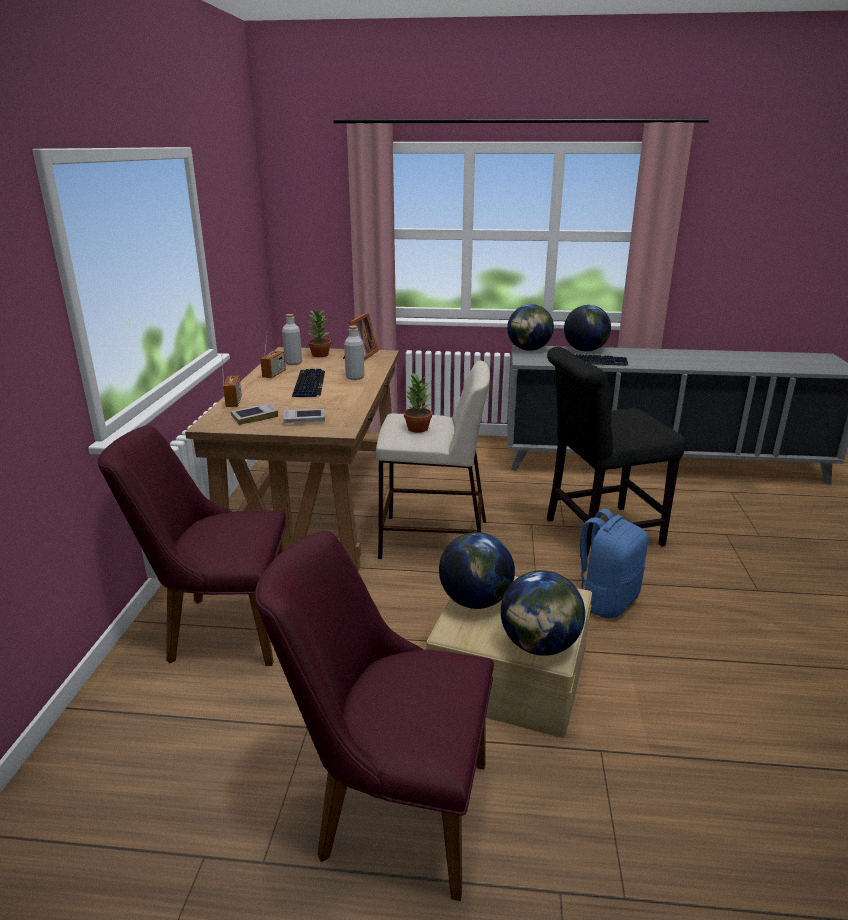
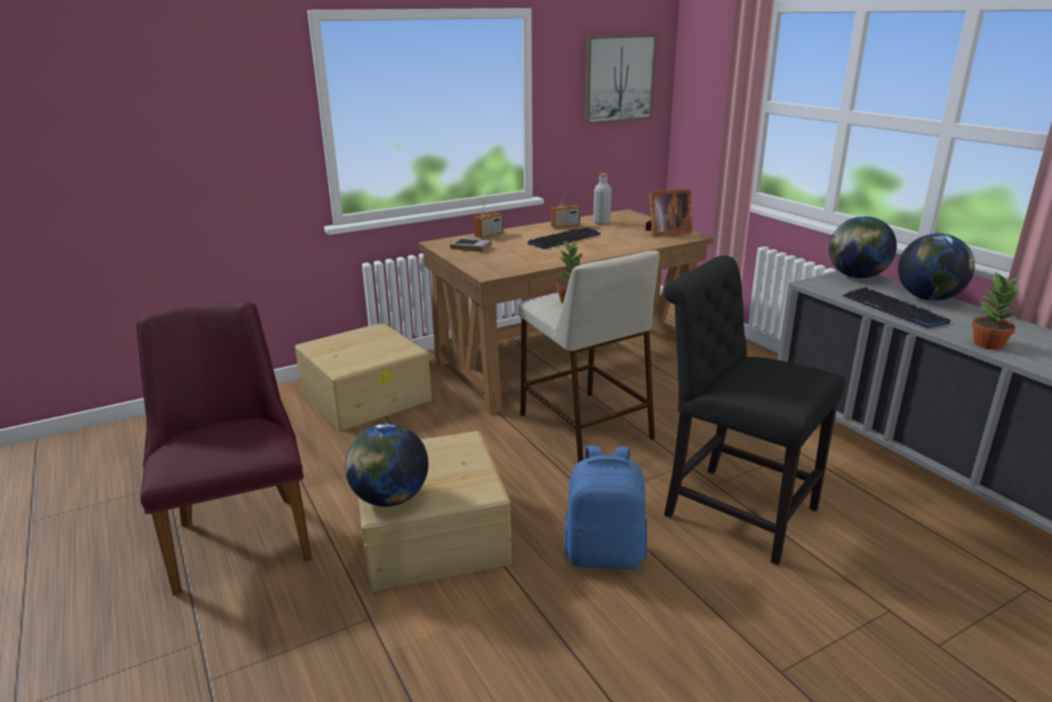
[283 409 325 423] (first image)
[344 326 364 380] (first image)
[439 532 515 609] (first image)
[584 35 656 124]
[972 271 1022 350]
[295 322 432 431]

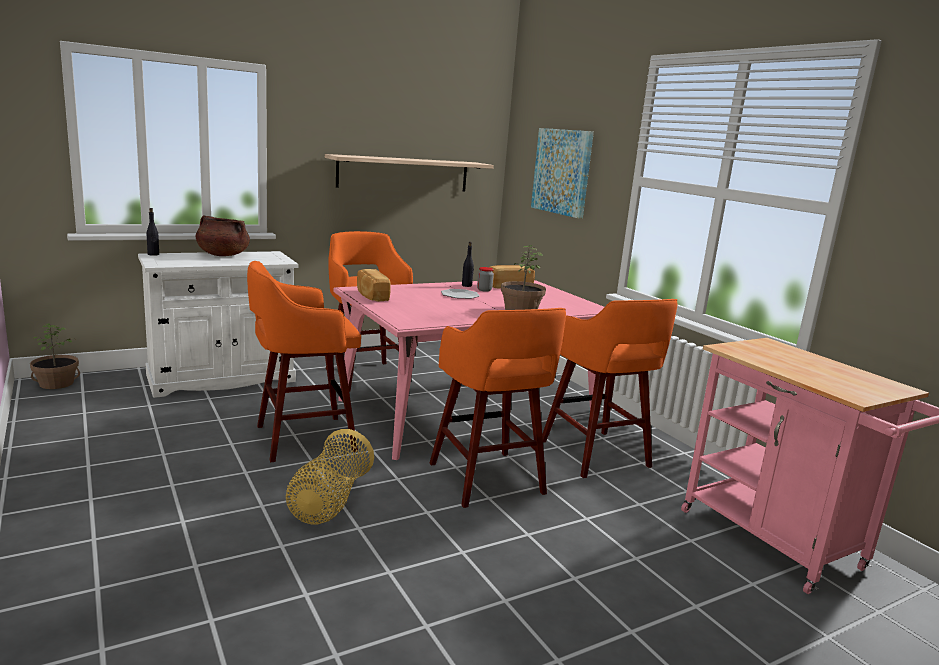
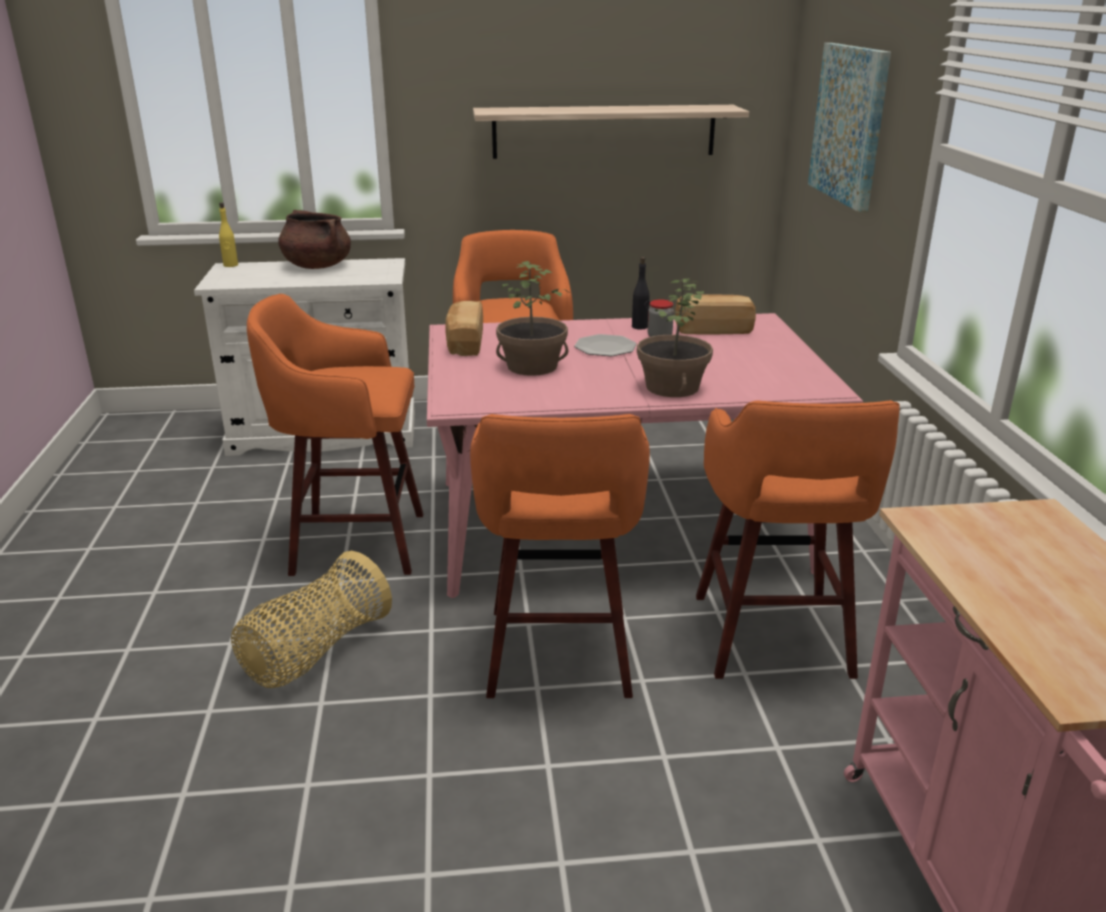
[496 261 568 376]
[219 202 238 267]

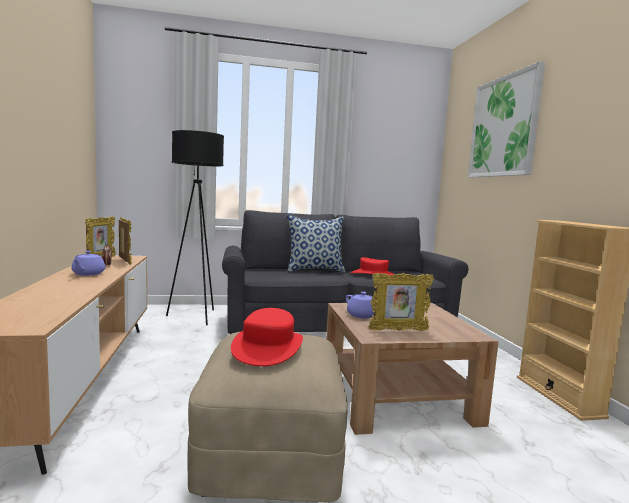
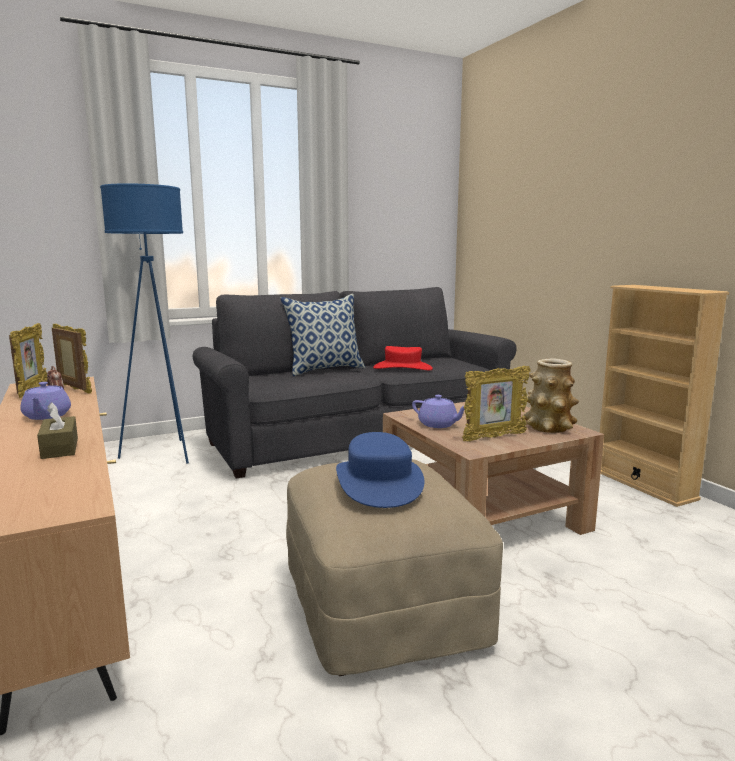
[468 61 545 177] (first image)
[37 402 78 459]
[523 359 579 433]
[100 183 189 464]
[336 432 424 508]

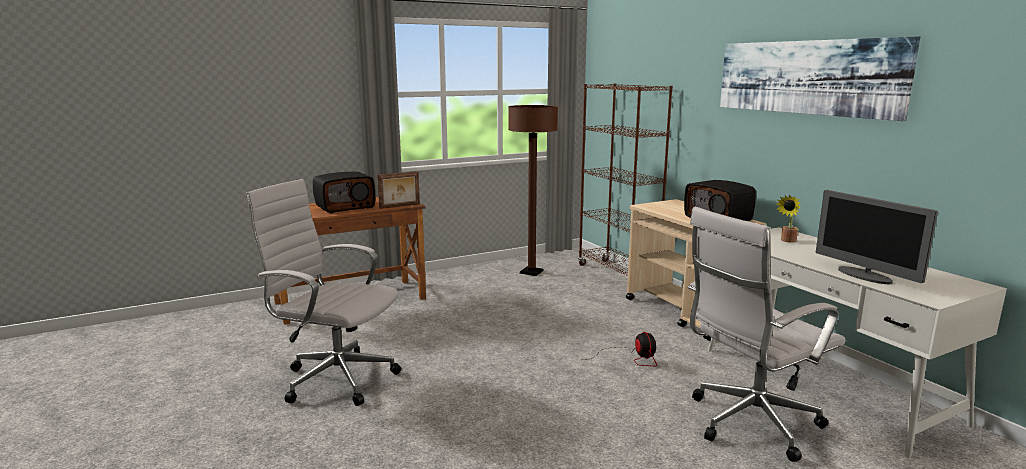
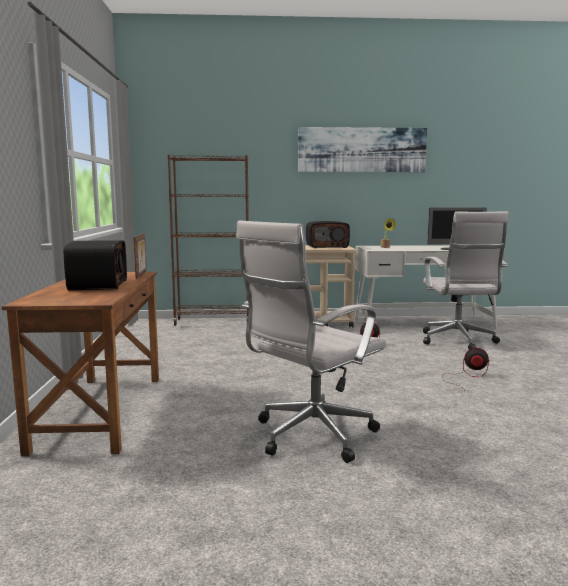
[508 105 558 276] (first image)
[442 348 489 391]

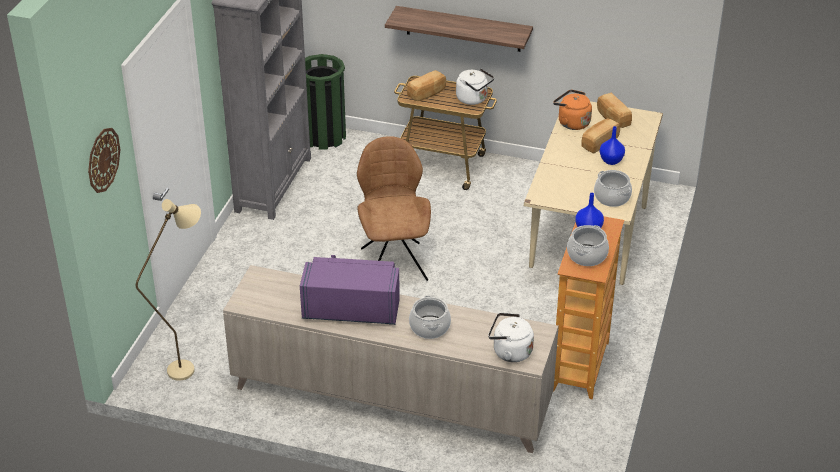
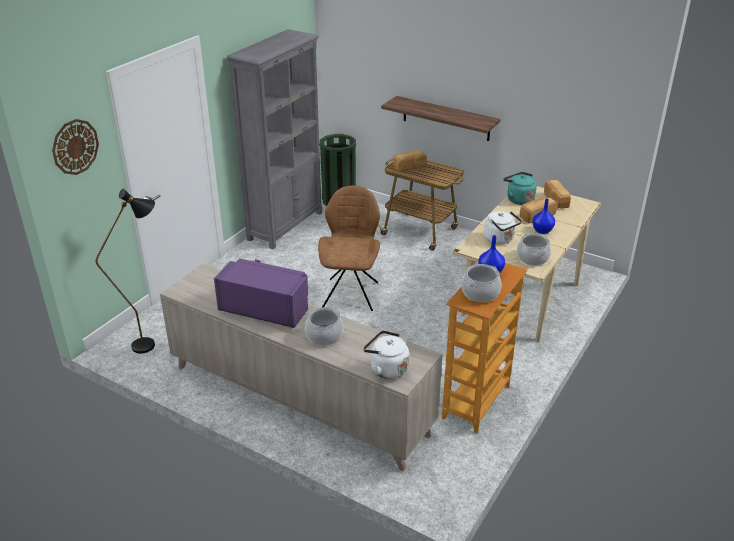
[484 211 522 244]
[96 189 155 353]
[503 172 537 205]

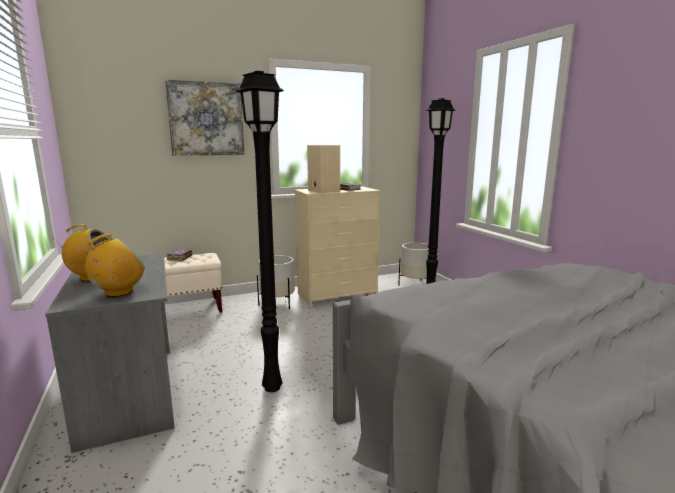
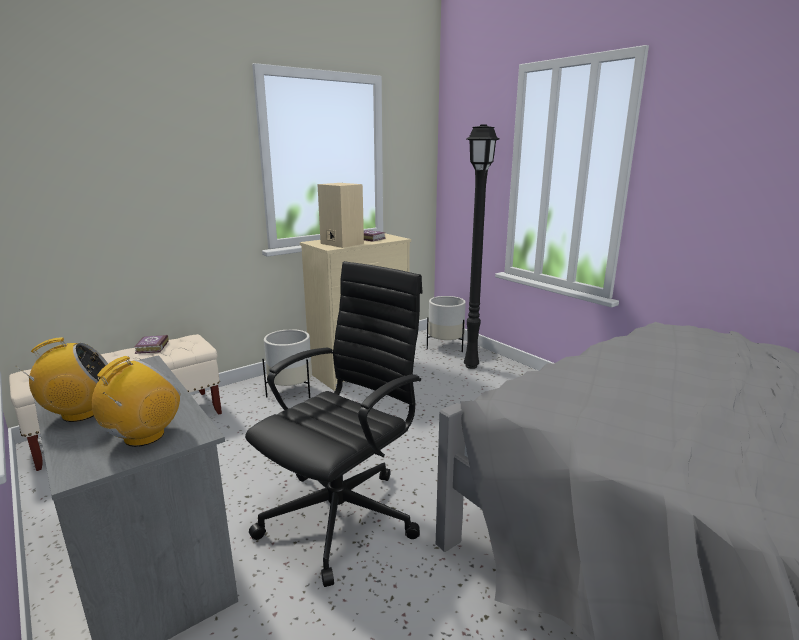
[165 79 244 156] (first image)
[245 261 423 587]

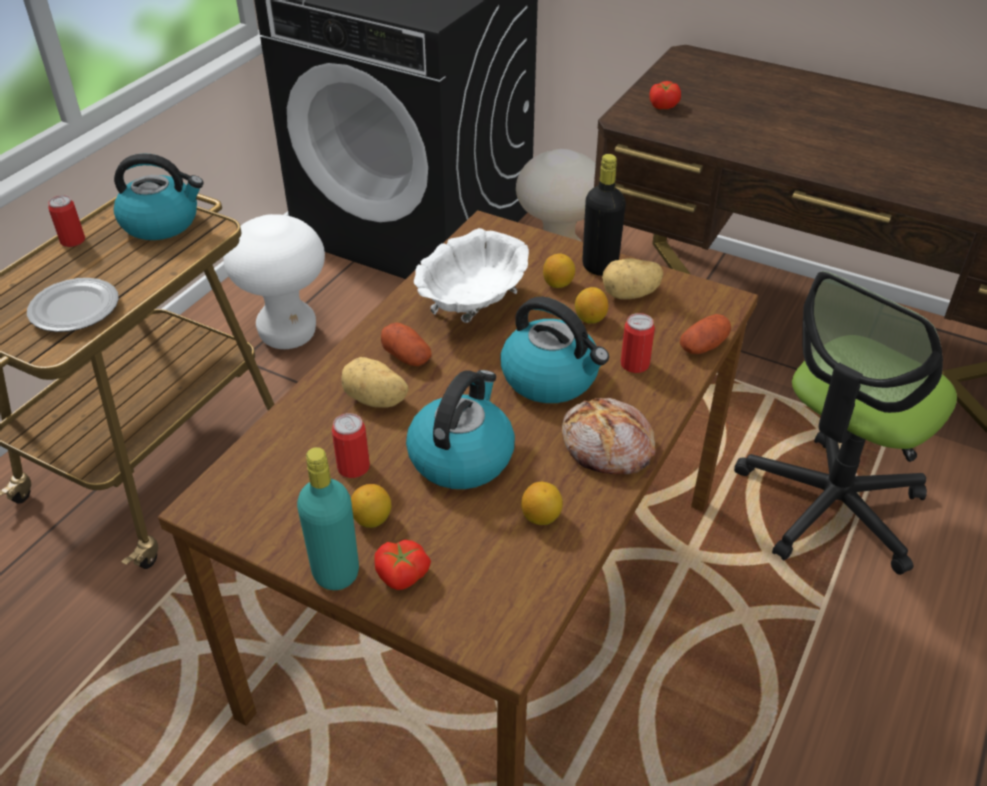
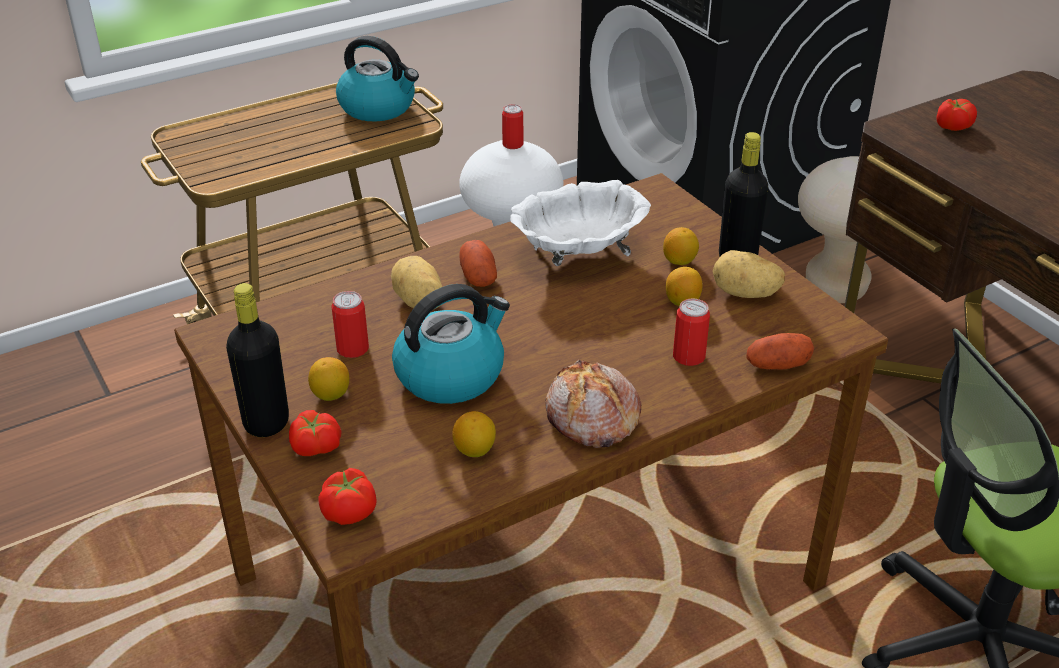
[27 278 119 332] (first image)
[500 297 609 403] (first image)
[318 468 377 525]
[502 104 523 149]
[226 283 289 437]

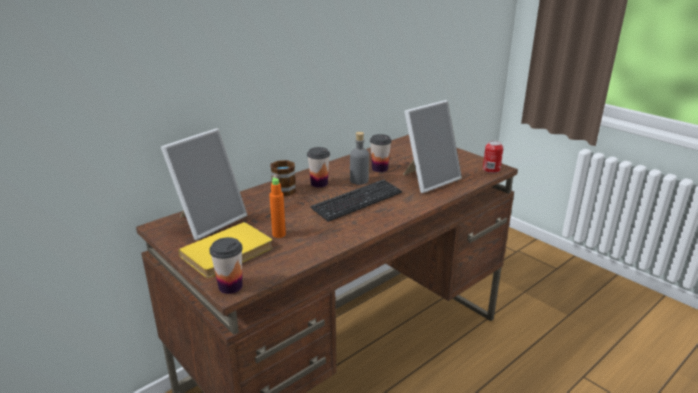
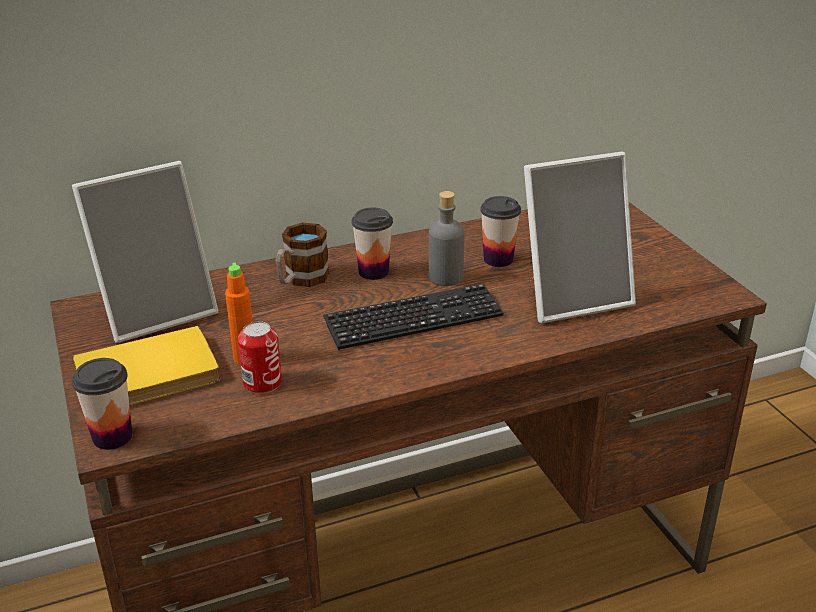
[238 321 282 394]

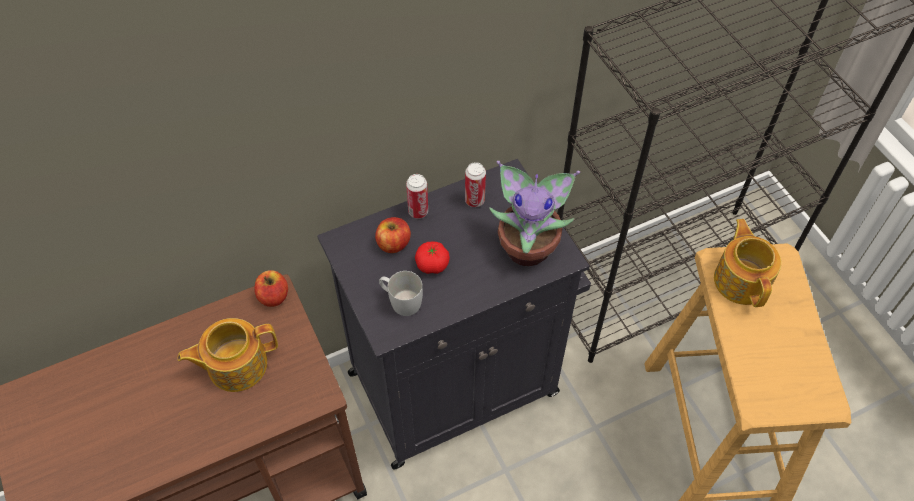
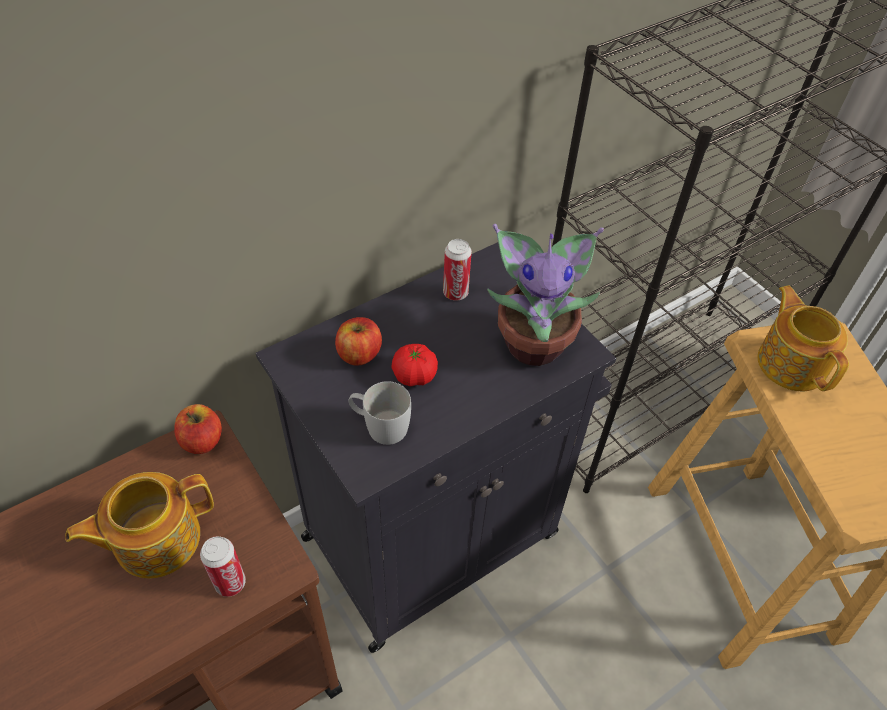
[200 536 246 597]

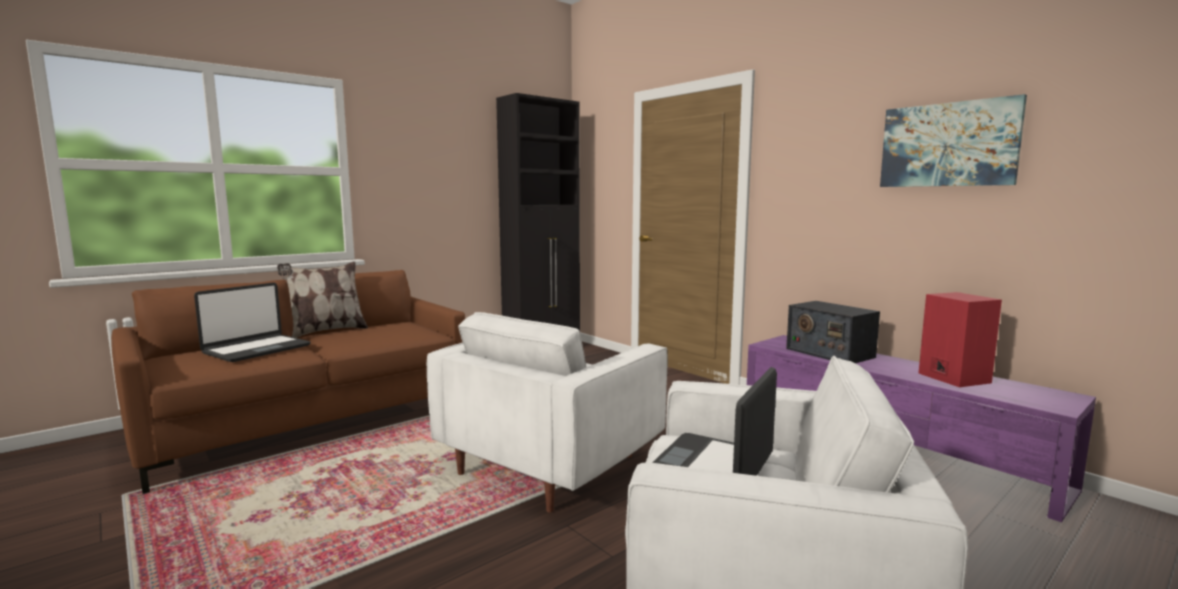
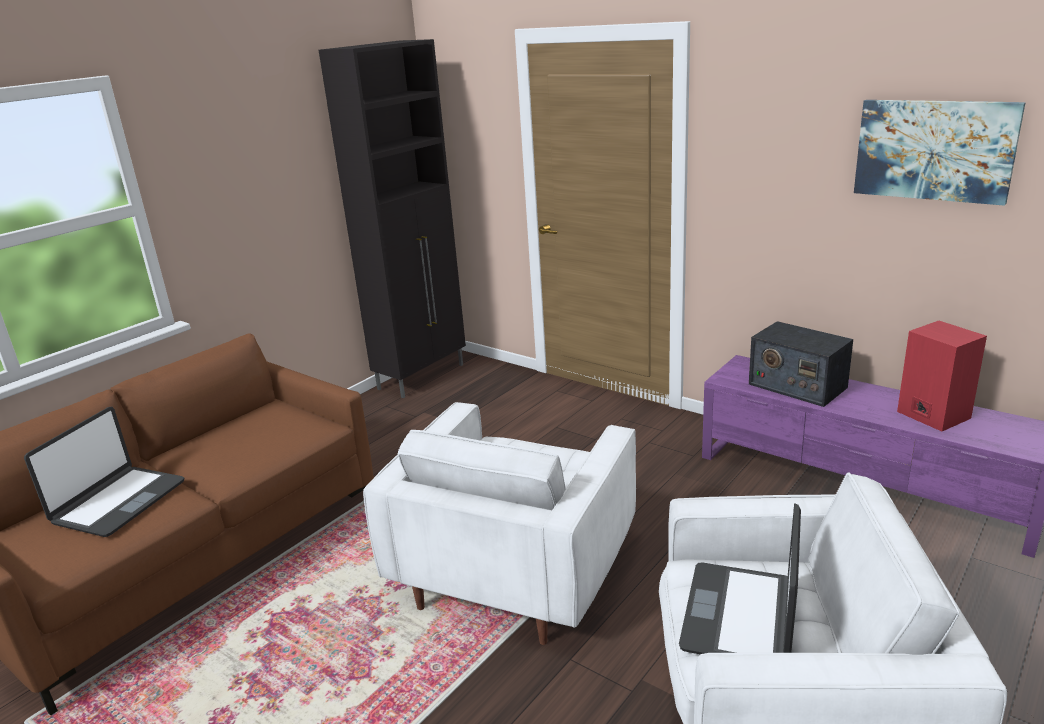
[277 261 368 338] (first image)

